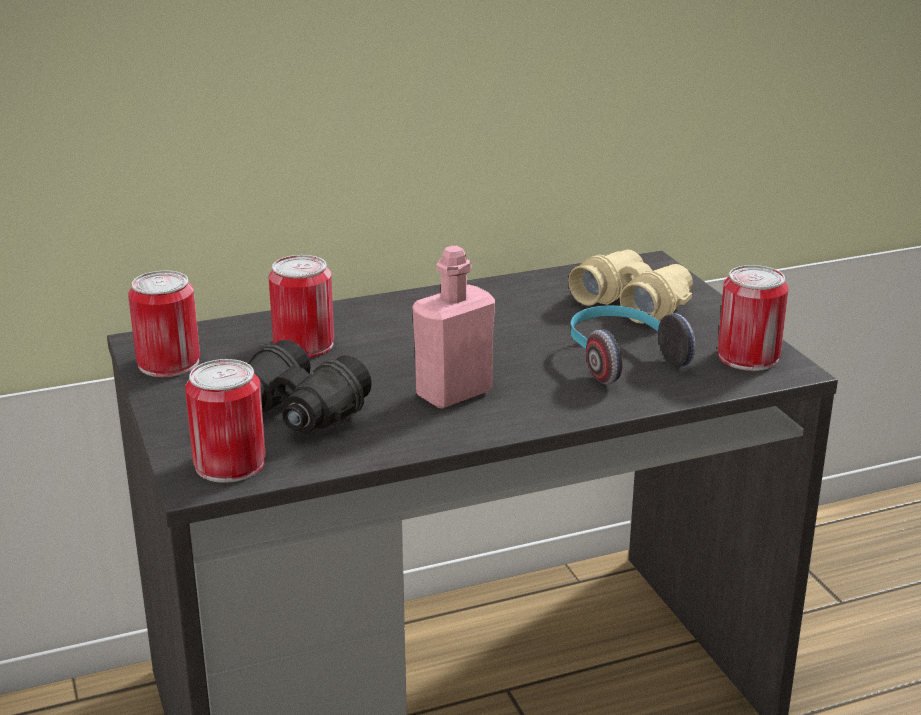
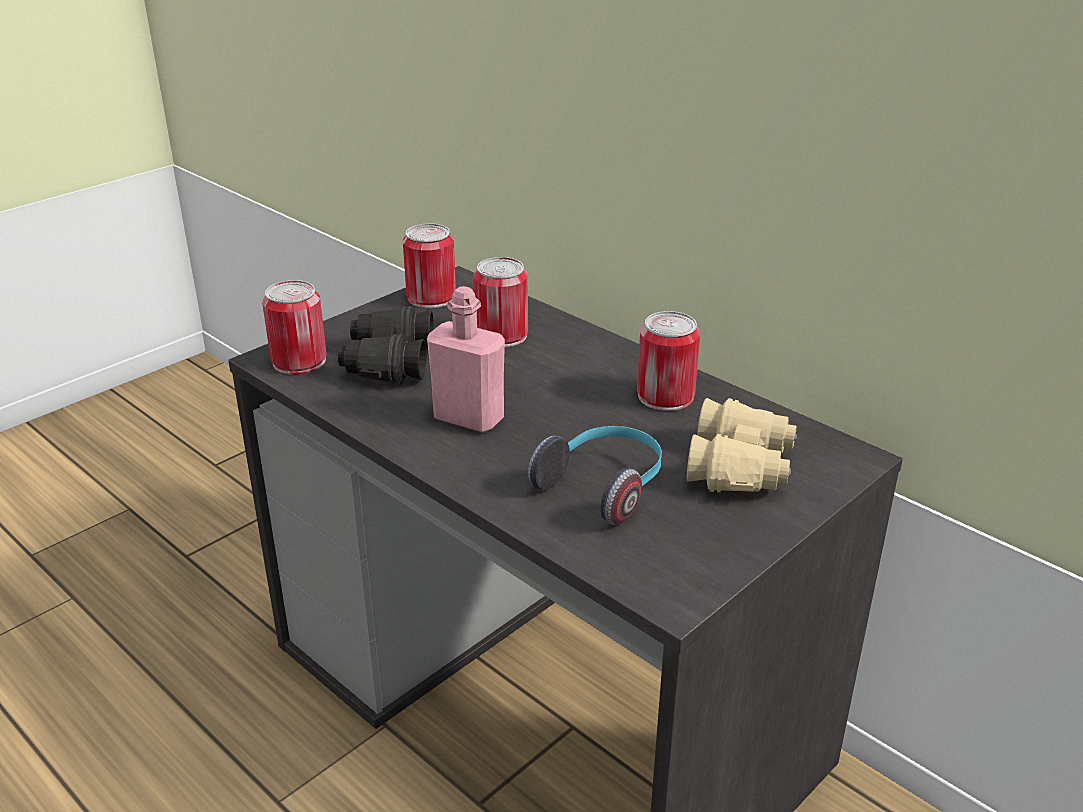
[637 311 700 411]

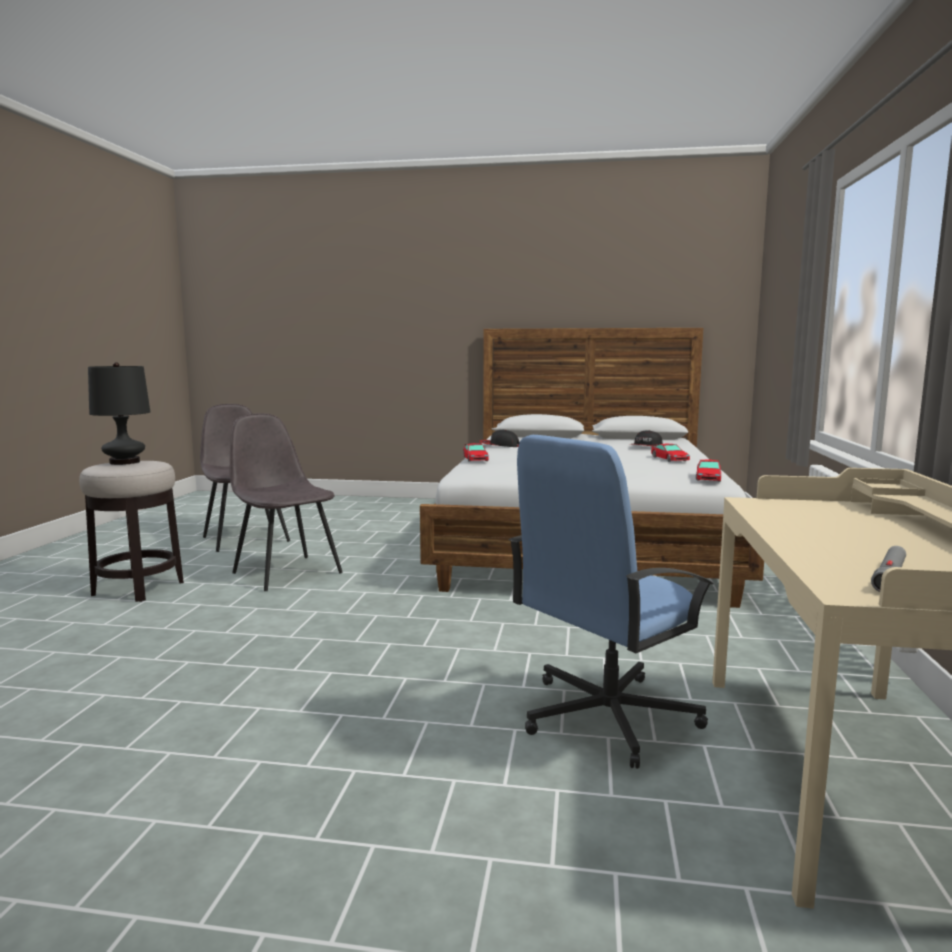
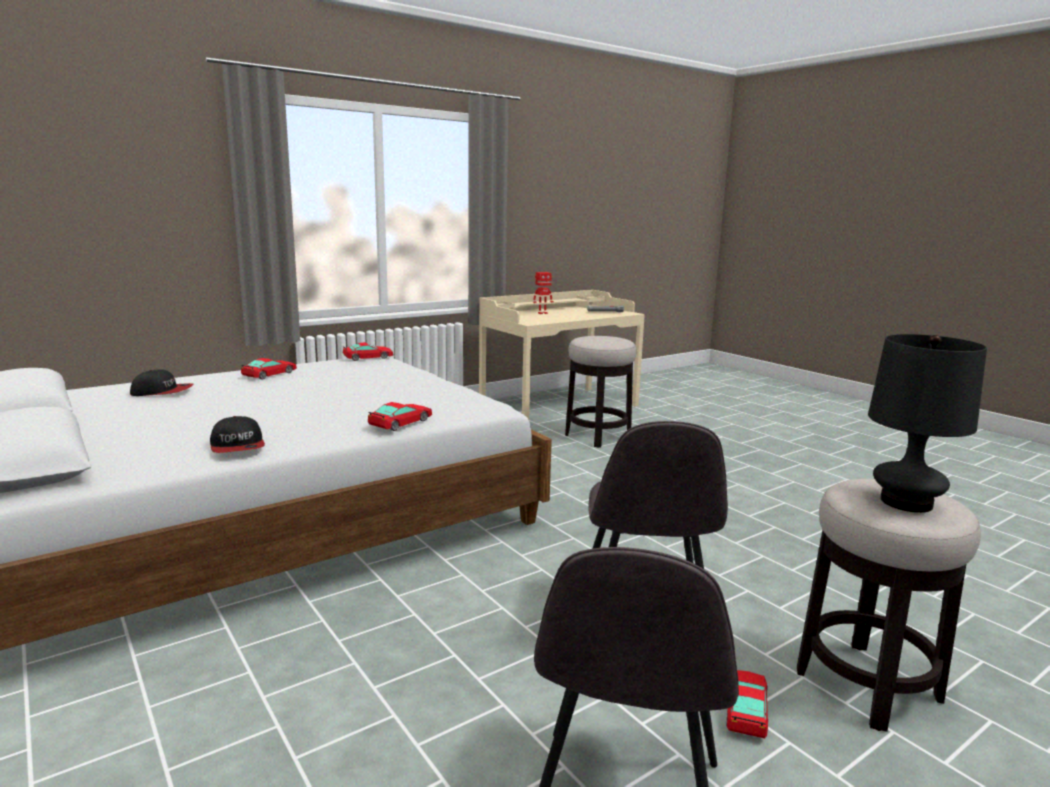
[533 272 554 314]
[726 670 768 738]
[565 336 637 448]

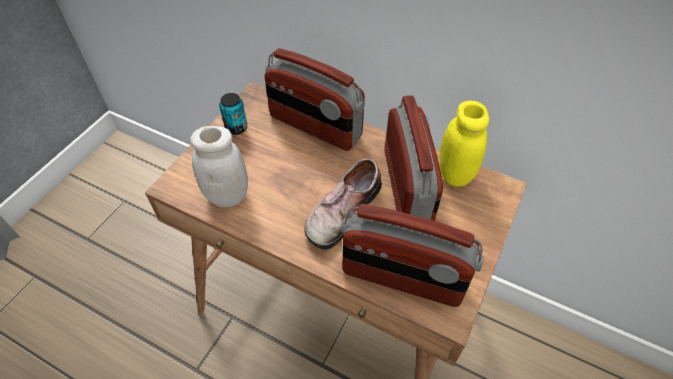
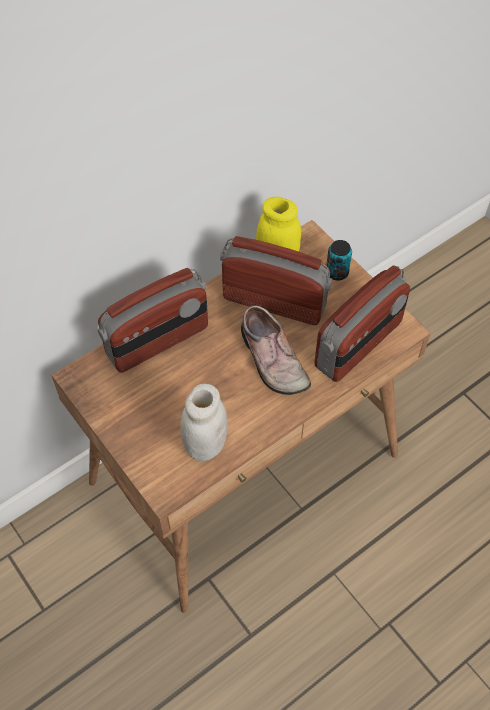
[326 240 352 281]

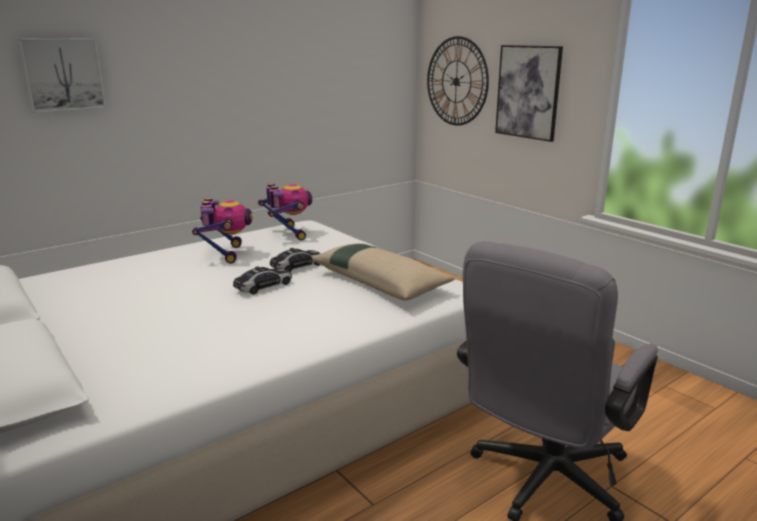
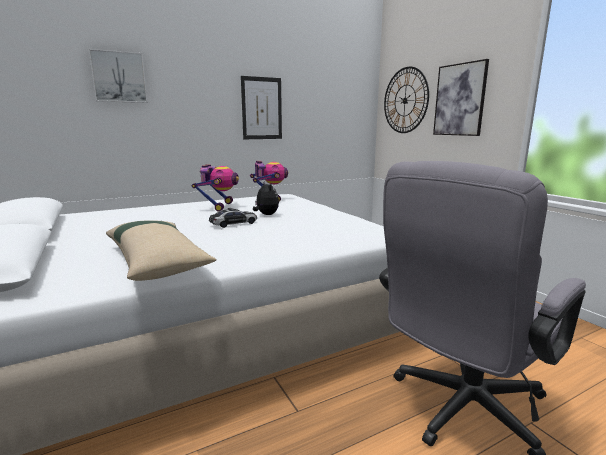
[241 76 282 139]
[106 220 217 281]
[253 181 279 215]

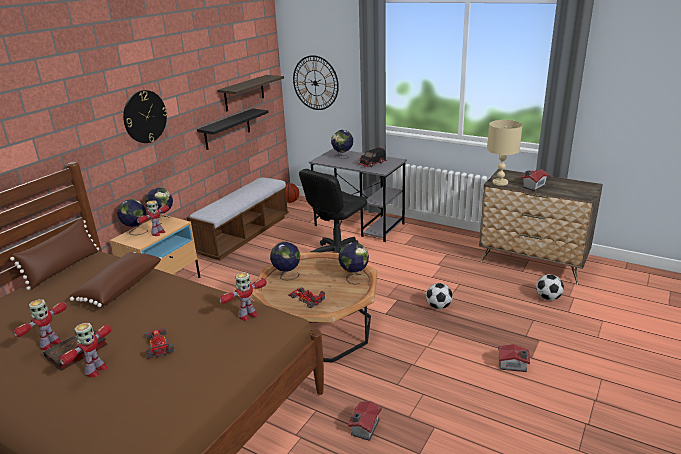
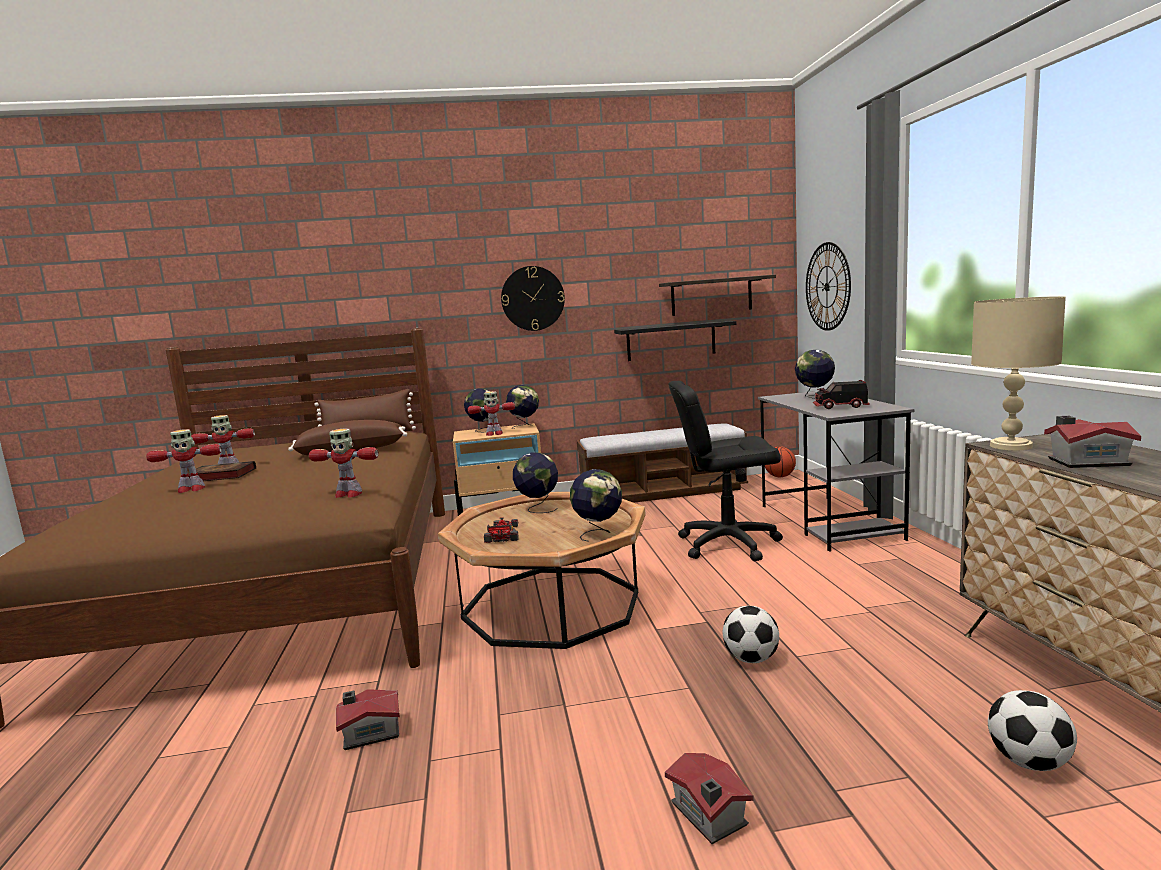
[146 327 174 359] (first image)

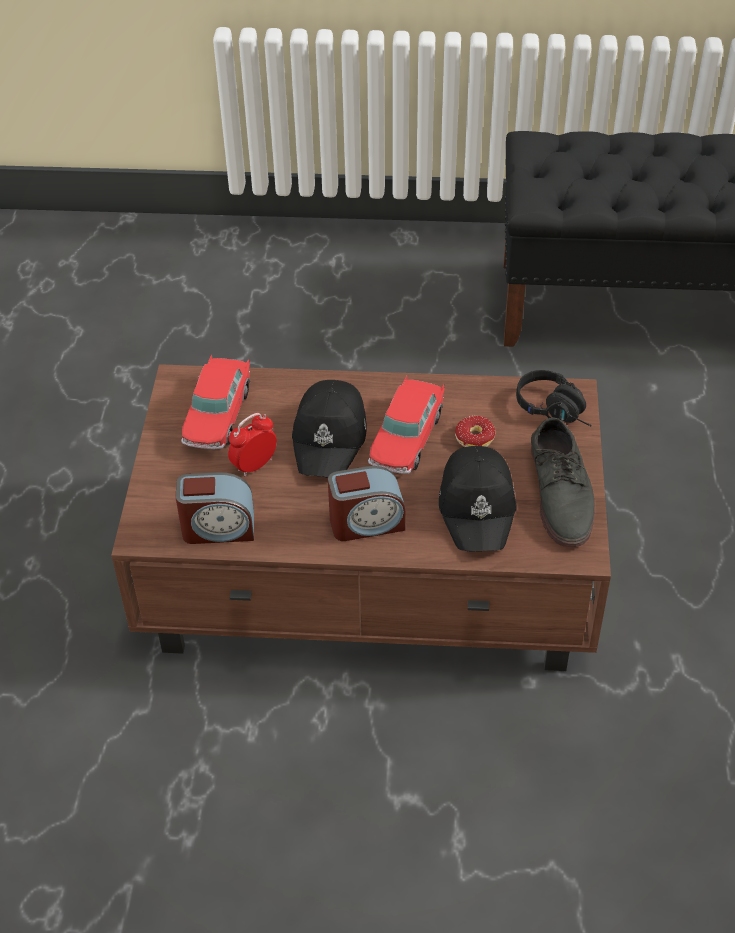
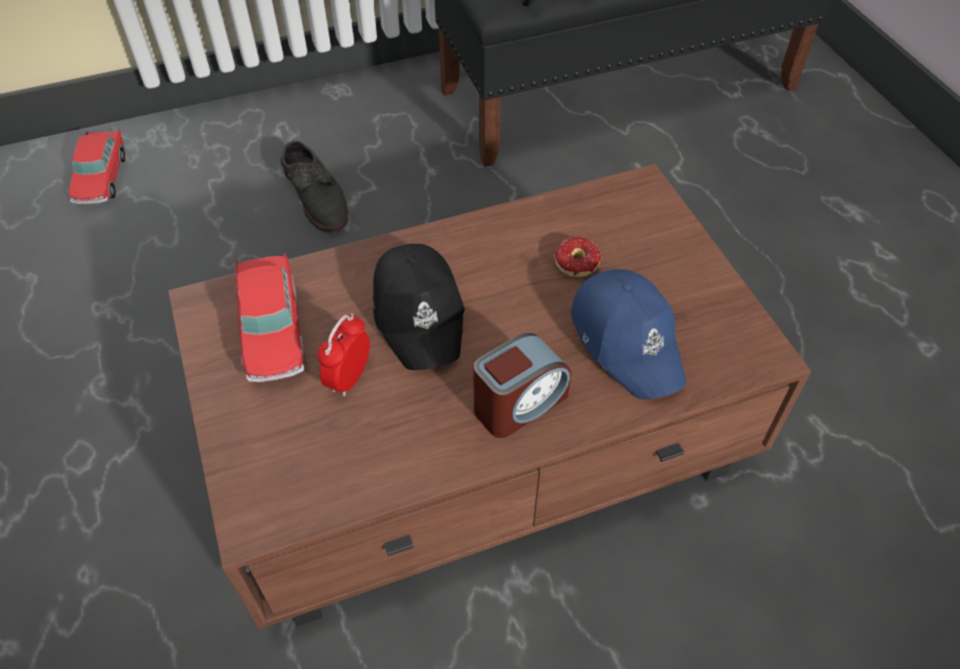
[176 472 254 544] (first image)
[516 370 592 426] (first image)
[69 129 125 204]
[281 140 348 232]
[571 269 686 399]

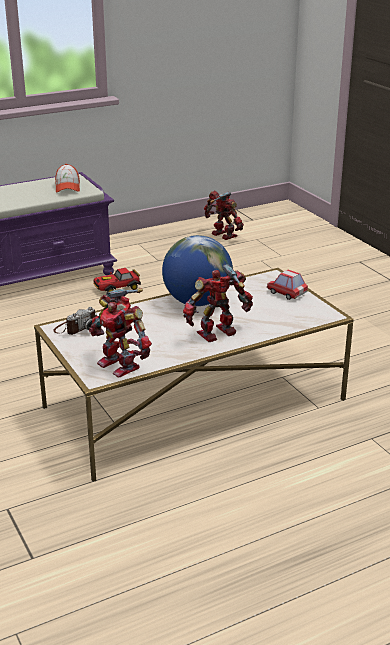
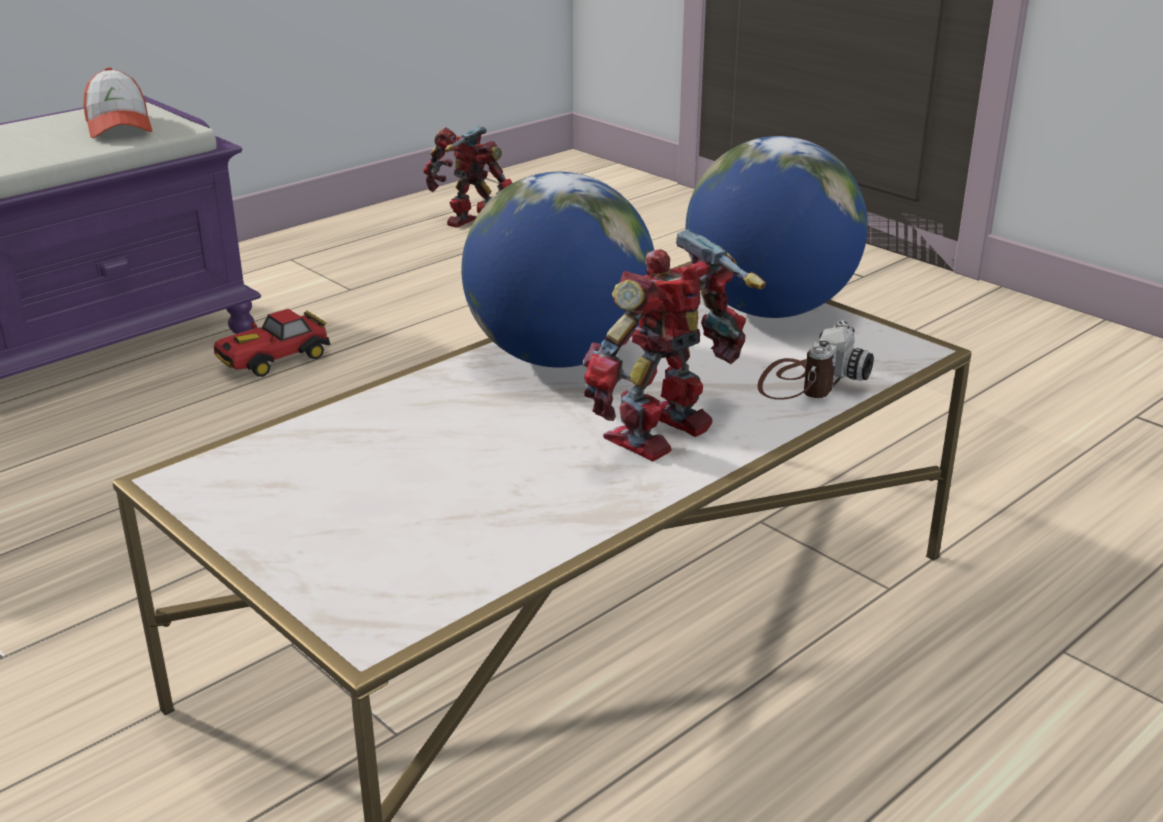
[89 288 152 378] (first image)
[757 321 874 400]
[685 136 868 318]

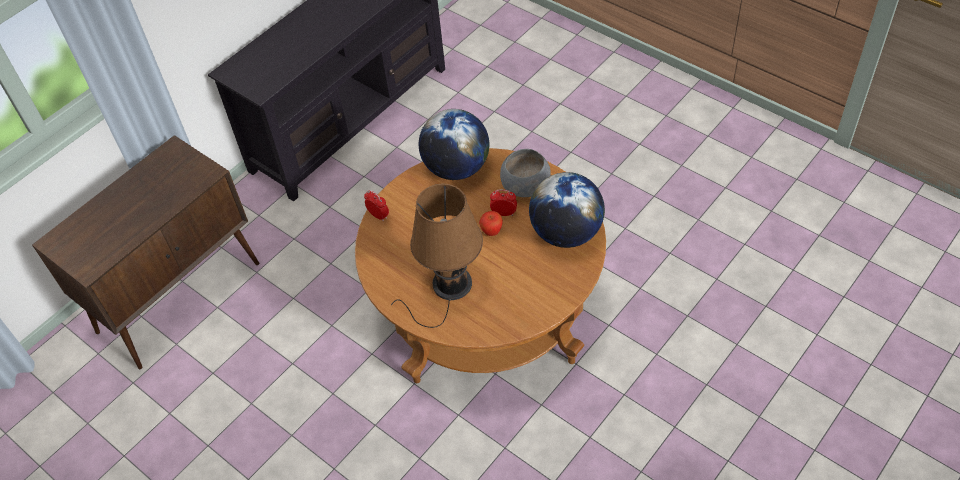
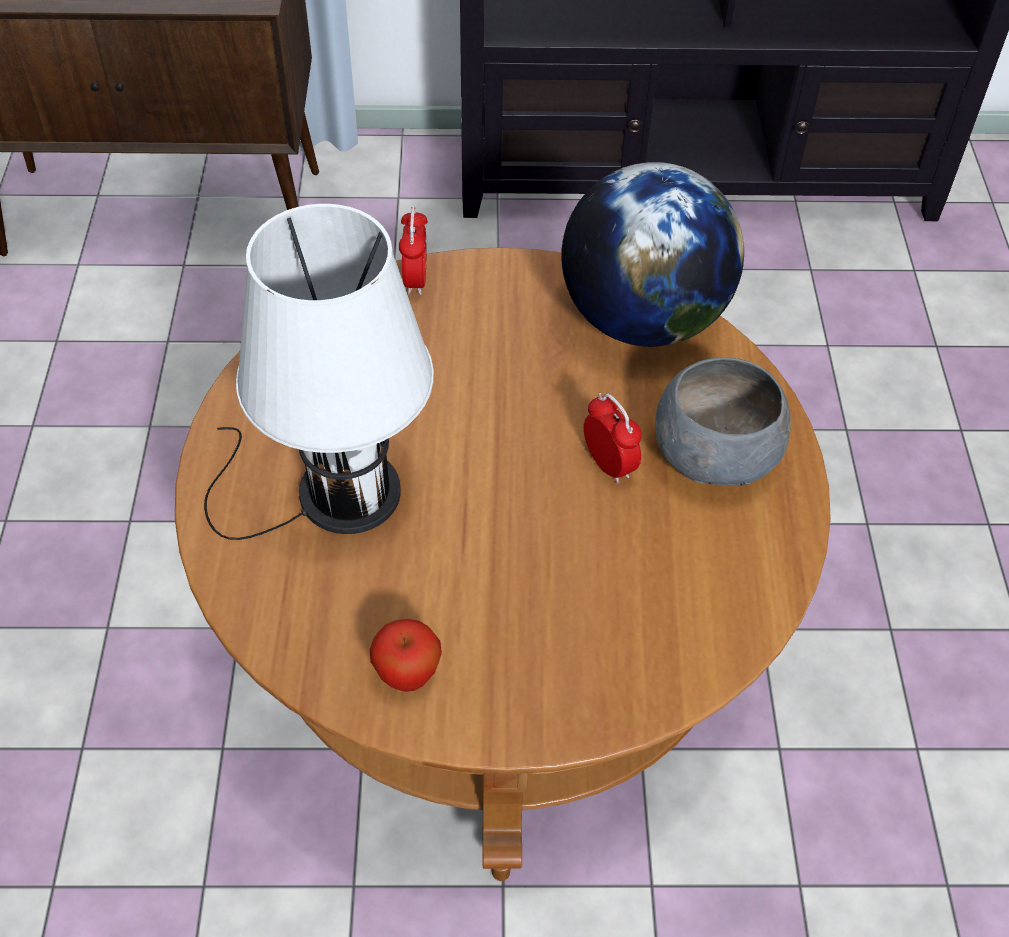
[529 172 605 248] (first image)
[370 619 442 692]
[204 204 434 540]

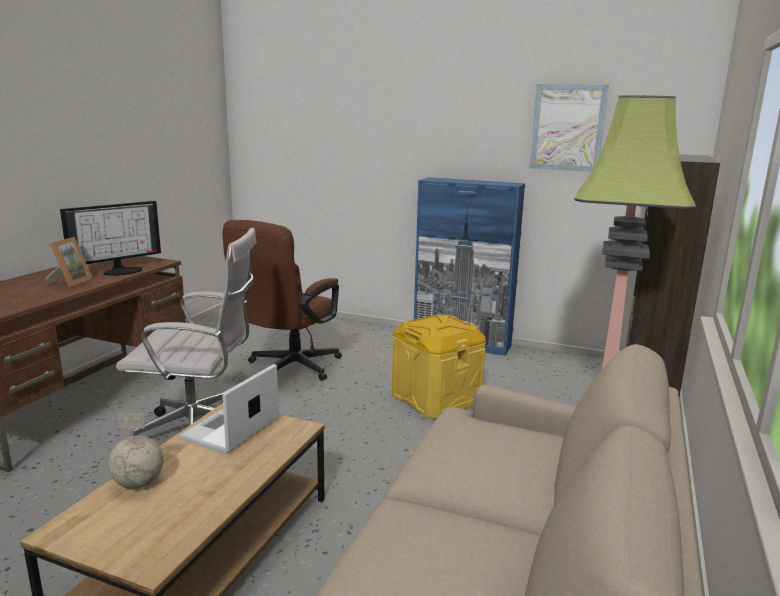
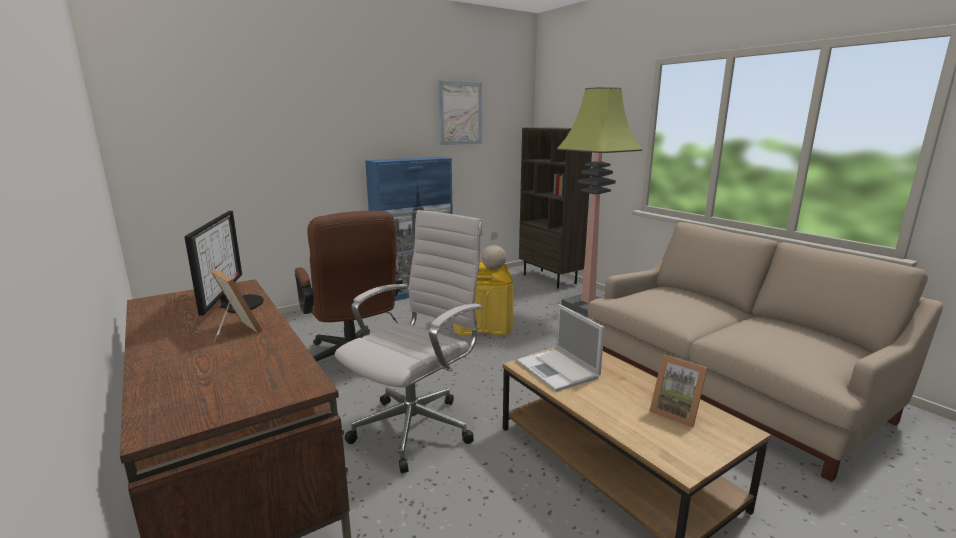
[649 355 708 428]
[482 231 506 270]

